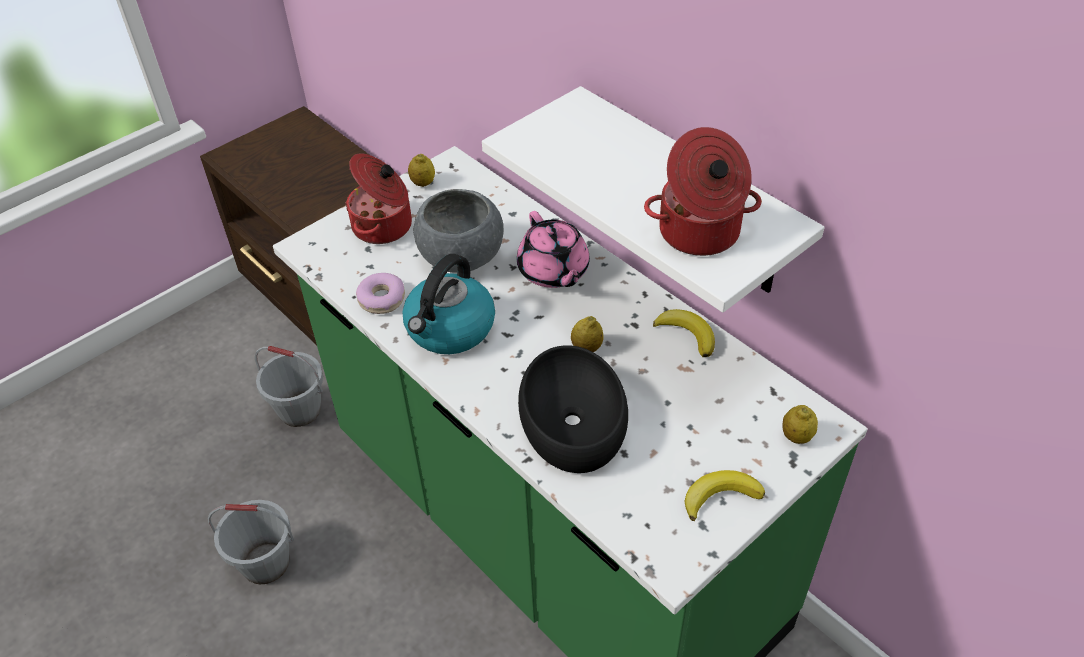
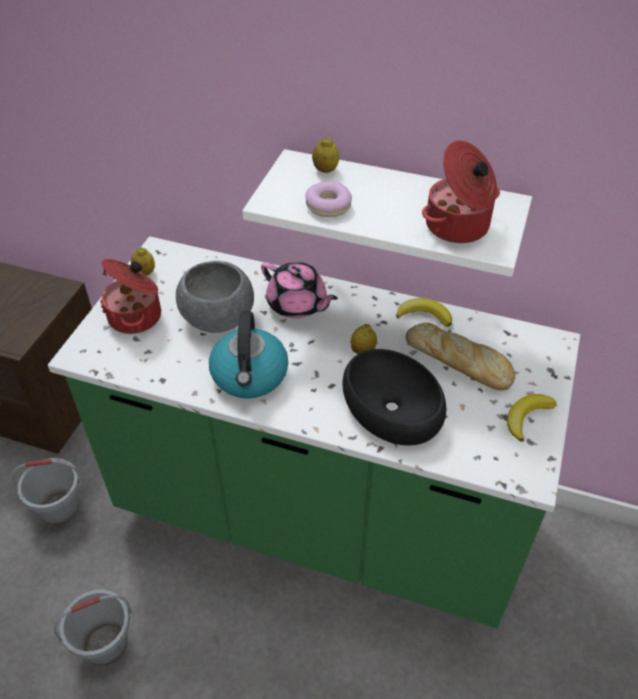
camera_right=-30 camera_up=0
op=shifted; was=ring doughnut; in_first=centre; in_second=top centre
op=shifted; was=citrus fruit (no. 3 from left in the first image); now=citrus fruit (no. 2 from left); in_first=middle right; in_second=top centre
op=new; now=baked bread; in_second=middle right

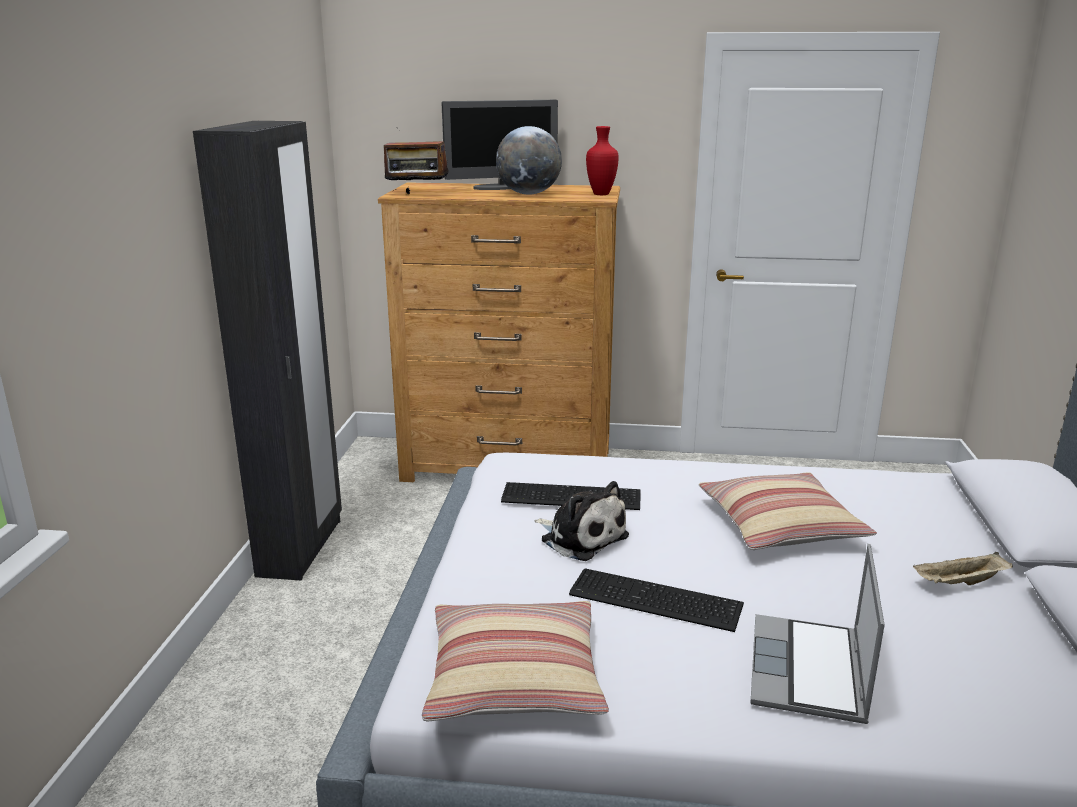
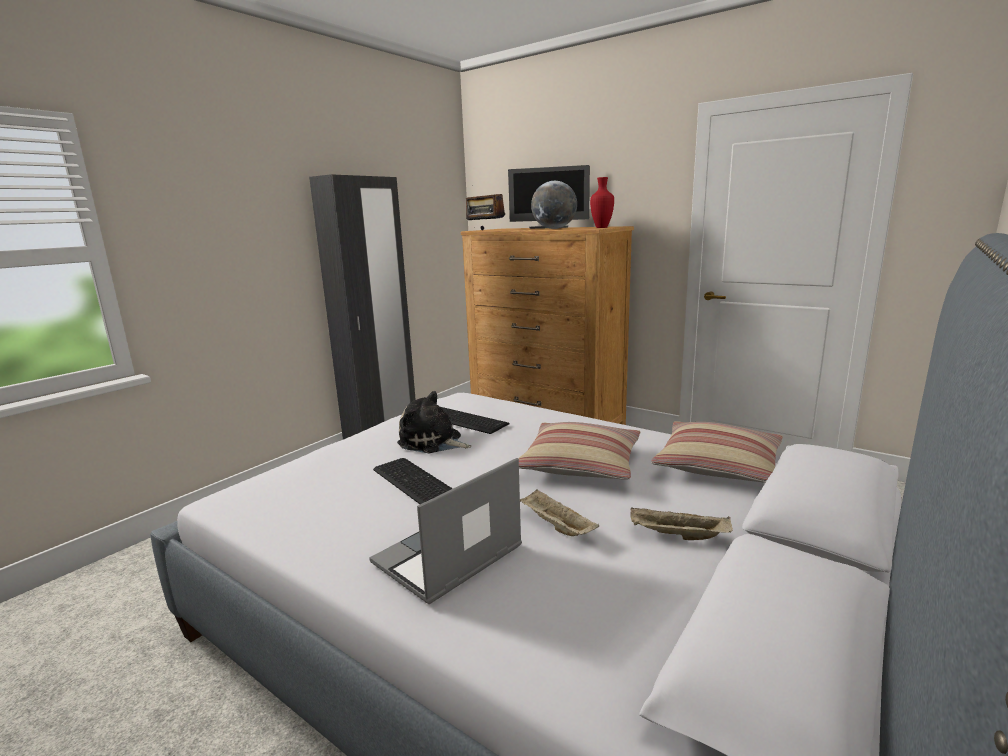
camera_right=30 camera_up=-5
op=shifted; was=cushion (no. 1 from left in the first image); now=cushion (no. 2 from left); in_first=bottom centre; in_second=middle right
op=rotated; was=soft toy; in_first=centre; in_second=centre; clockwise=135
op=new; now=carrying tray (beige) (no. 1 from left); in_second=bottom centre

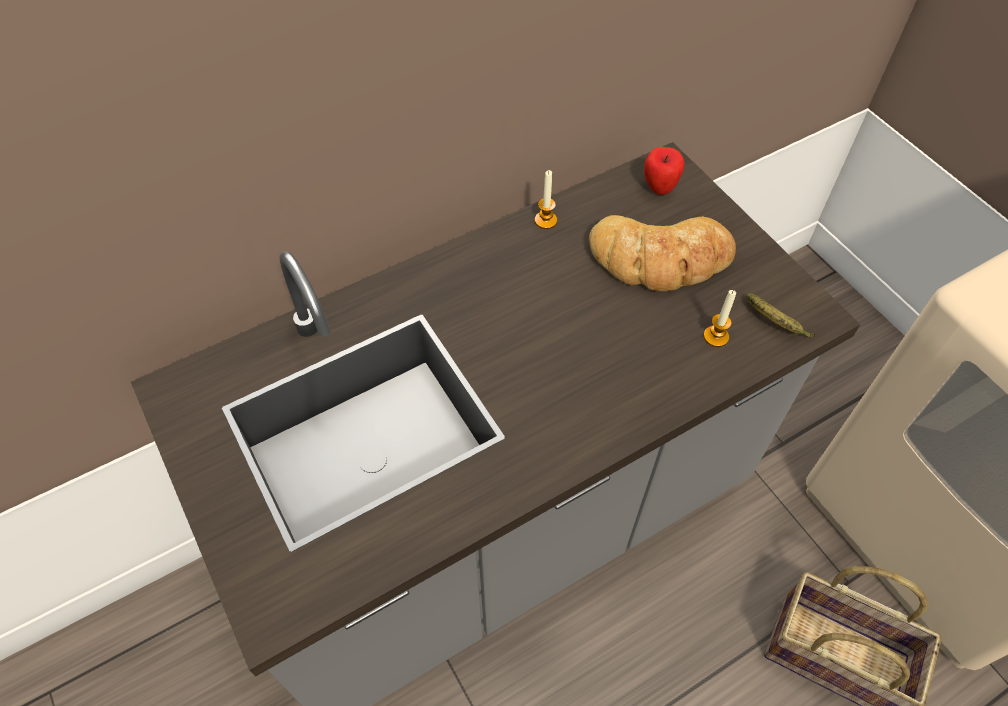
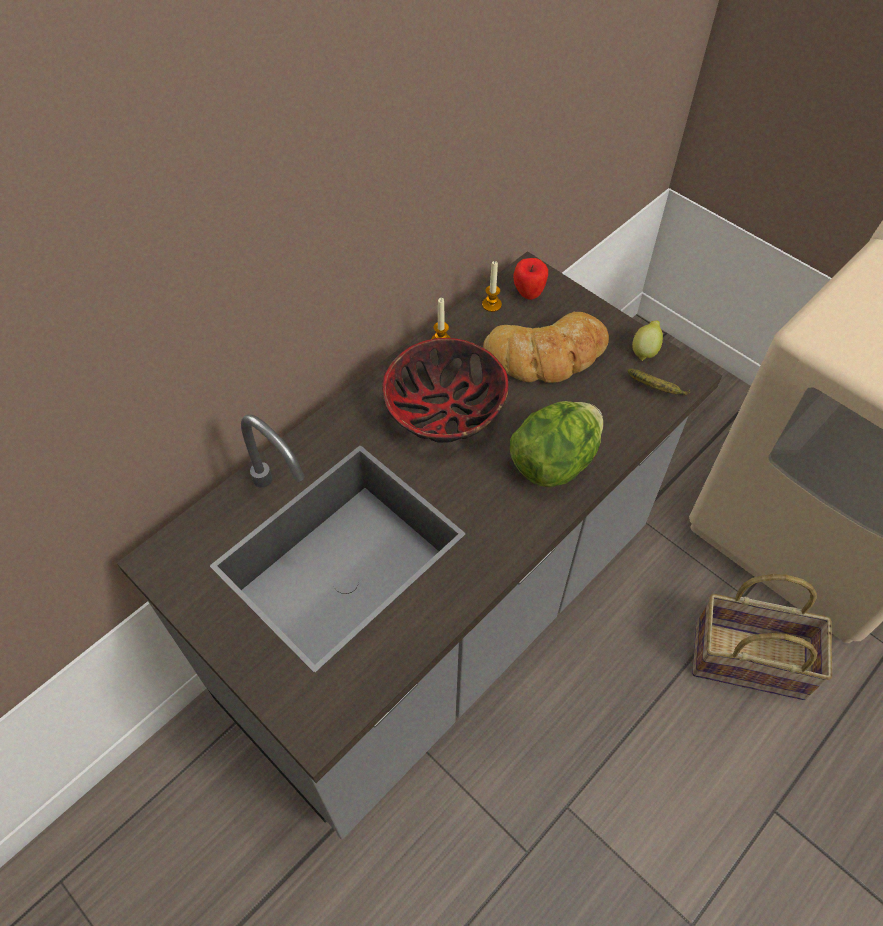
camera_right=-15 camera_up=0
op=shifted; was=candle (no. 2 from left); in_first=middle right; in_second=top centre
op=new; now=bowl; in_second=centre
op=new; now=lettuce head; in_second=centre
op=new; now=citrus fruit; in_second=middle right

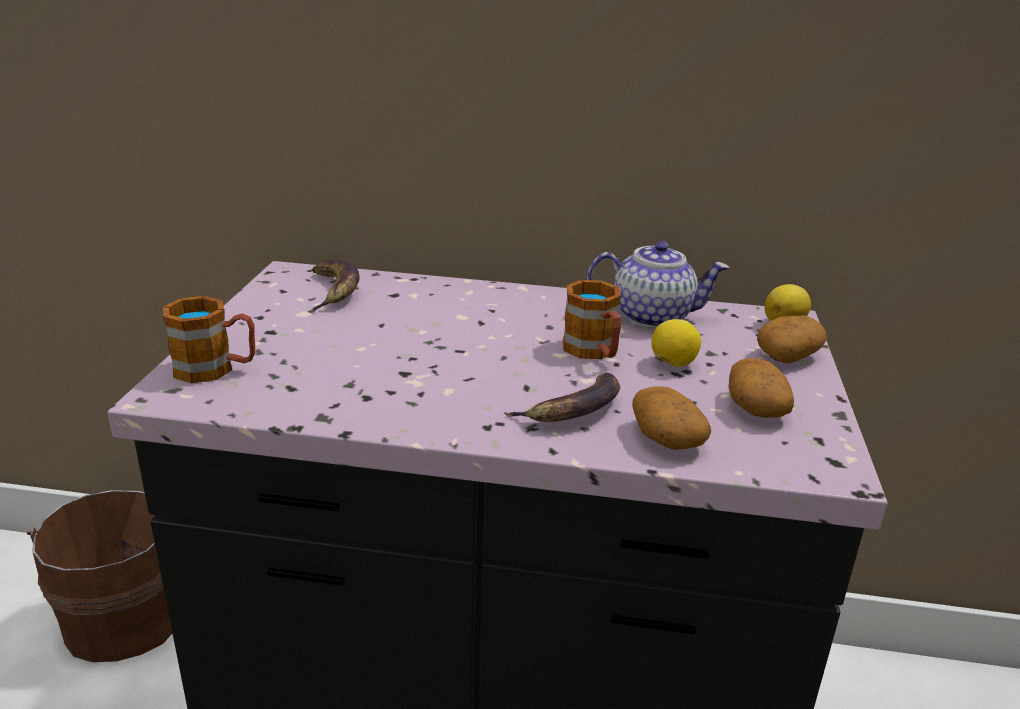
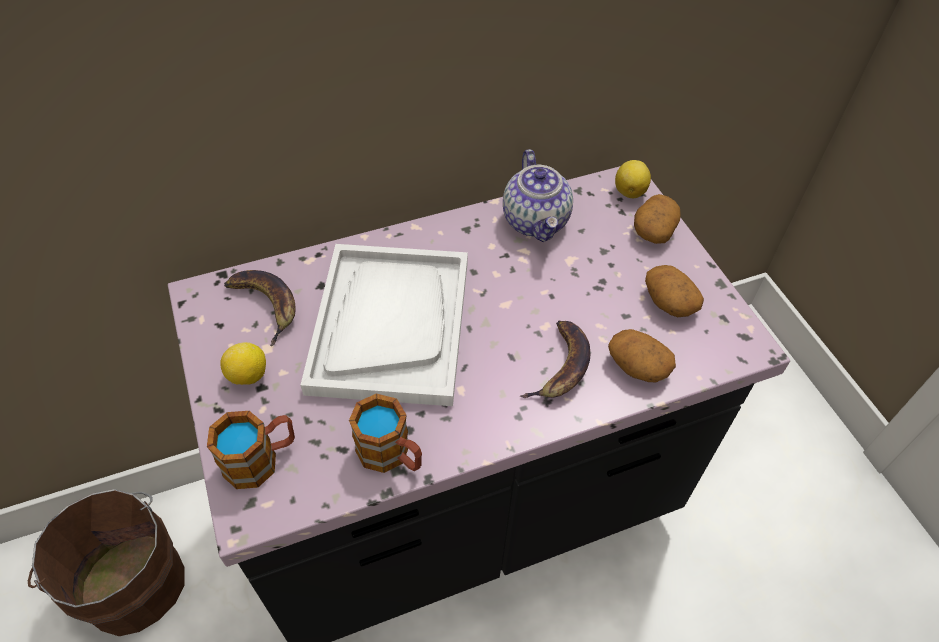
camera_right=-30 camera_up=25
op=shifted; was=tea mug (no. 2 from left); in_first=centre; in_second=bottom centre
op=rotated; was=teapot; in_first=centre; in_second=top centre; clockwise=105
op=shifted; was=citrus fruit (no. 1 from left); in_first=centre; in_second=middle left
op=new; now=carrying tray (white-coloured); in_second=centre

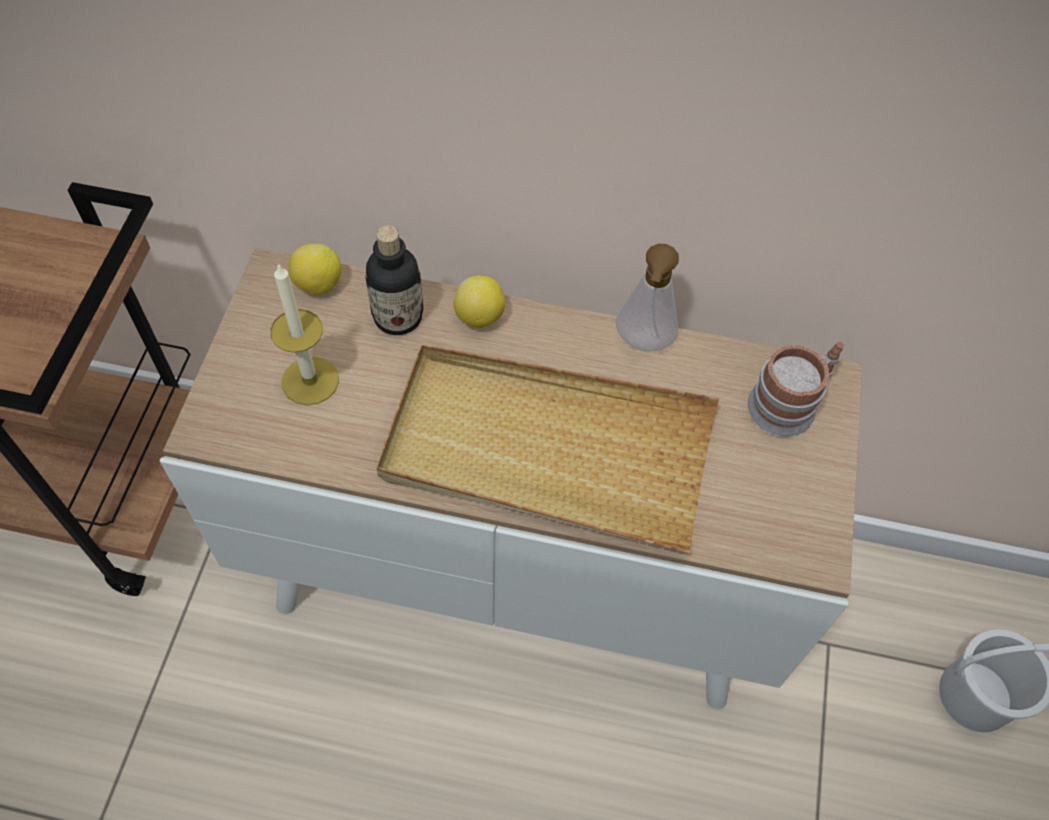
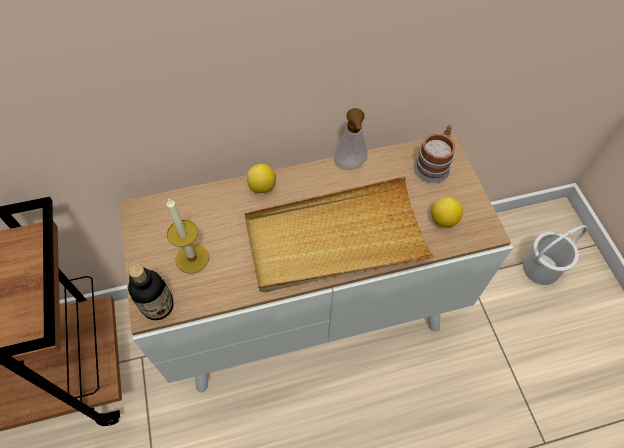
camera_right=-25 camera_up=0
op=shifted; was=citrus fruit (no. 1 from left in the first image); now=citrus fruit (no. 2 from left); in_first=top left; in_second=middle right
op=shifted; was=bottle; in_first=centre; in_second=middle left

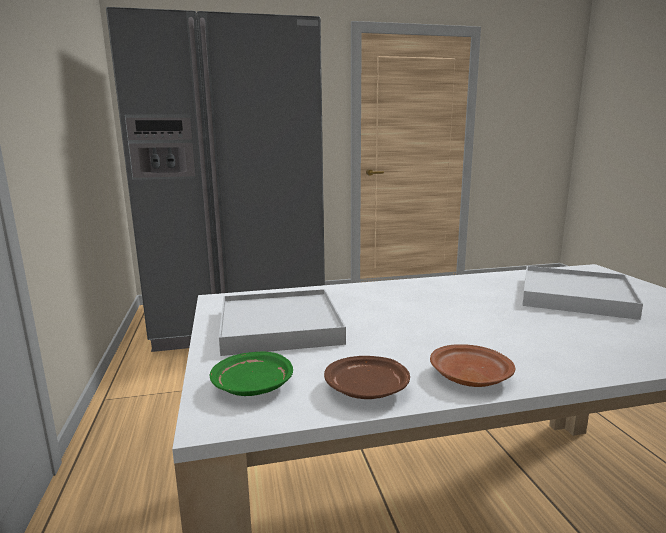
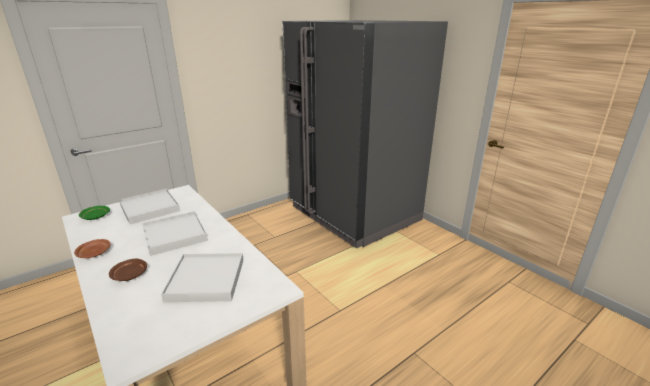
camera_right=65 camera_up=10
op=shifted; was=flat dish (brownish) (no. 1 from left in the first image); now=flat dish (brownish) (no. 2 from left); in_first=bottom centre; in_second=bottom left
op=new; now=carrying tray (white-coloured) (no. 2 from left); in_second=middle left

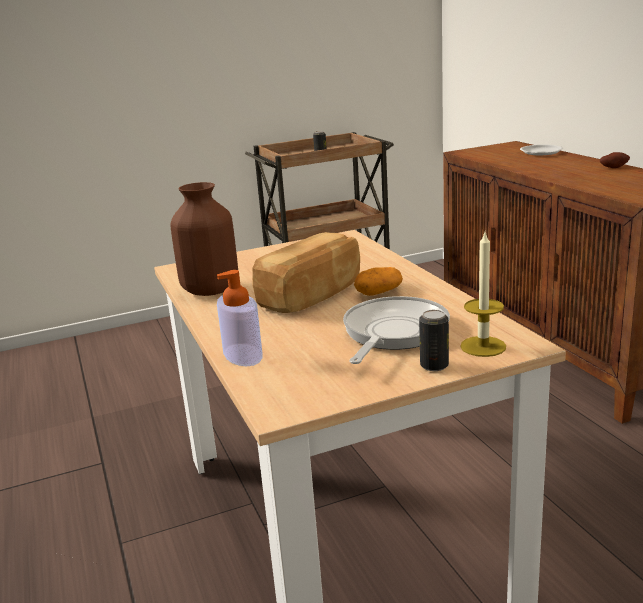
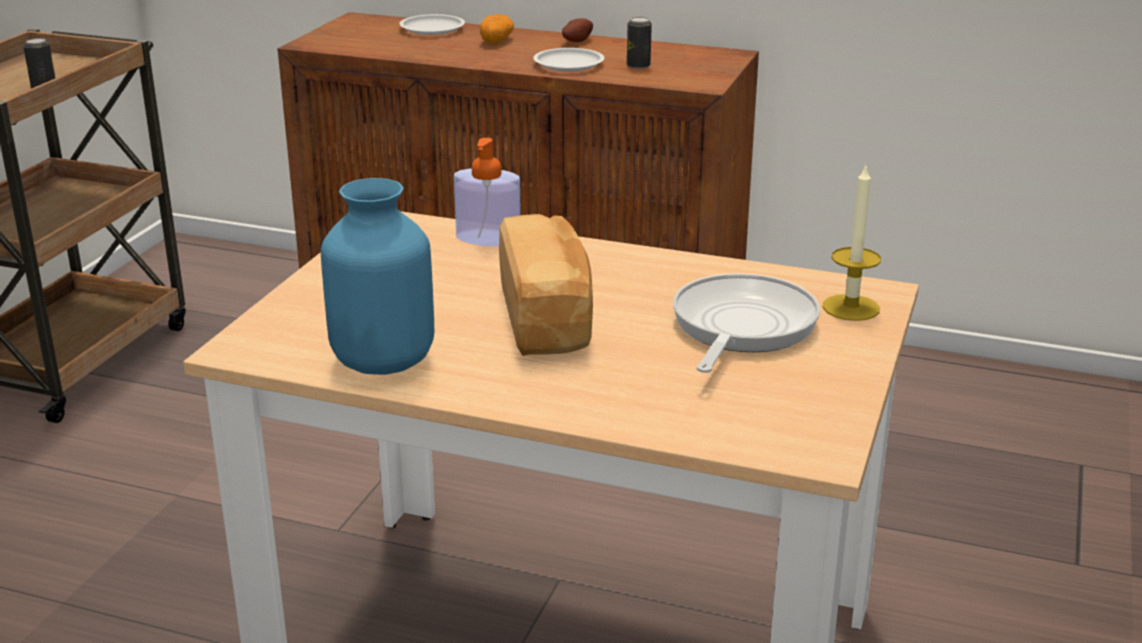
camera_right=-50 camera_up=5
op=repainted; was=vase (brownish); now=vase (blue-coloured); in_first=middle left; in_second=middle left
op=shifted; was=soap dispenser; in_first=centre; in_second=top centre
op=rotated; was=skillet; in_first=centre; in_second=centre; clockwise=45
op=shifted; was=potato (no. 1 from left); in_first=centre; in_second=top centre
op=shifted; was=can (no. 2 from left); in_first=middle right; in_second=top centre
op=new; now=flat dish (white-coloured) (no. 2 from left); in_second=top centre

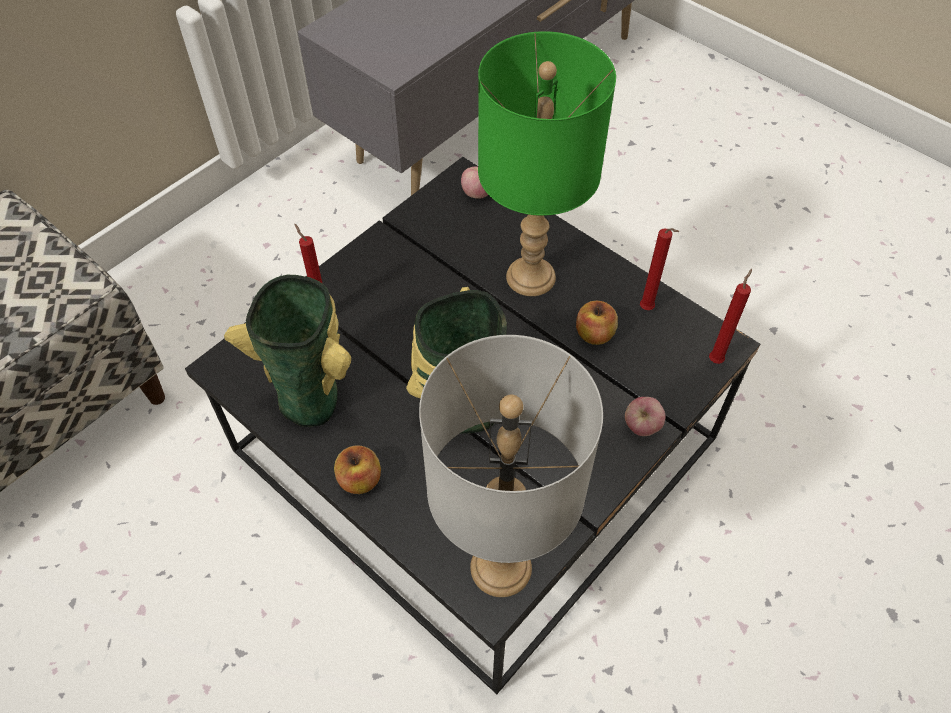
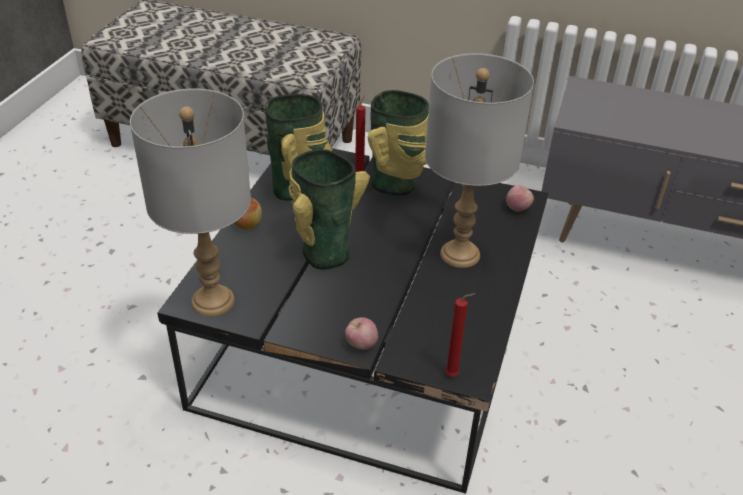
camera_right=65 camera_up=-15
op=repainted; was=tabletop lamp (greenish); now=tabletop lamp (gray) (no. 2 from left); in_first=top centre; in_second=top centre
op=gone; was=apple (no. 3 from left); in_first=centre
op=gone; was=candle (red) (no. 2 from left); in_first=middle right
op=new; now=vase (no. 3 from left); in_second=top centre

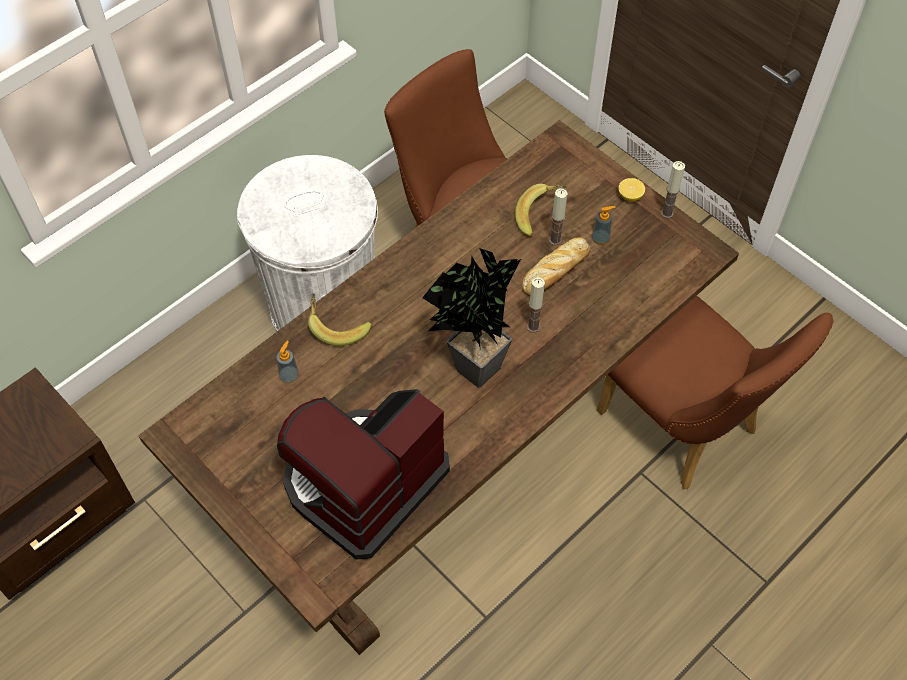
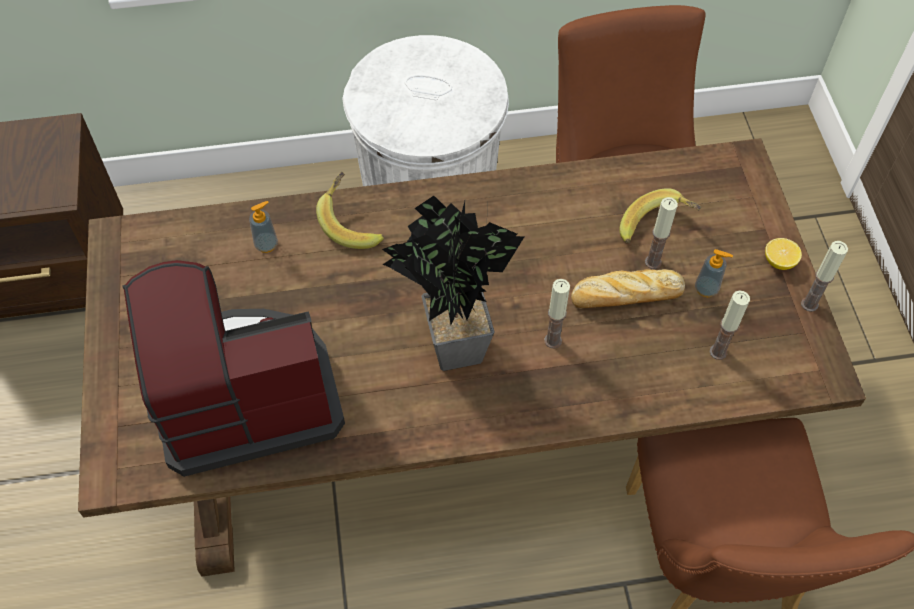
camera_right=35 camera_up=0
op=new; now=candle (no. 3 from left); in_second=middle right

